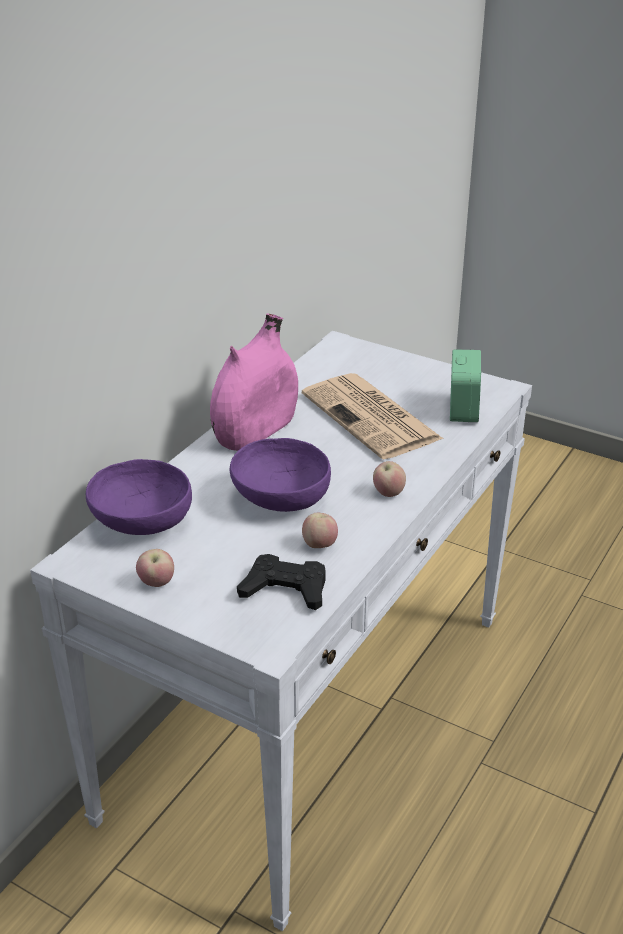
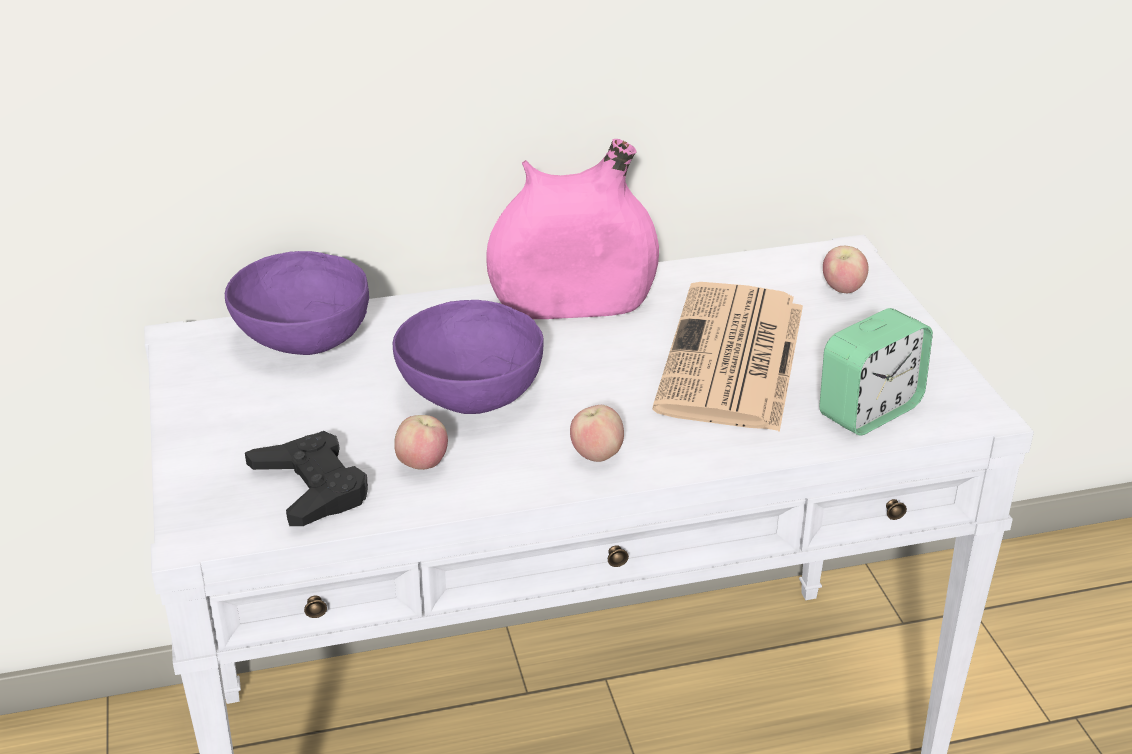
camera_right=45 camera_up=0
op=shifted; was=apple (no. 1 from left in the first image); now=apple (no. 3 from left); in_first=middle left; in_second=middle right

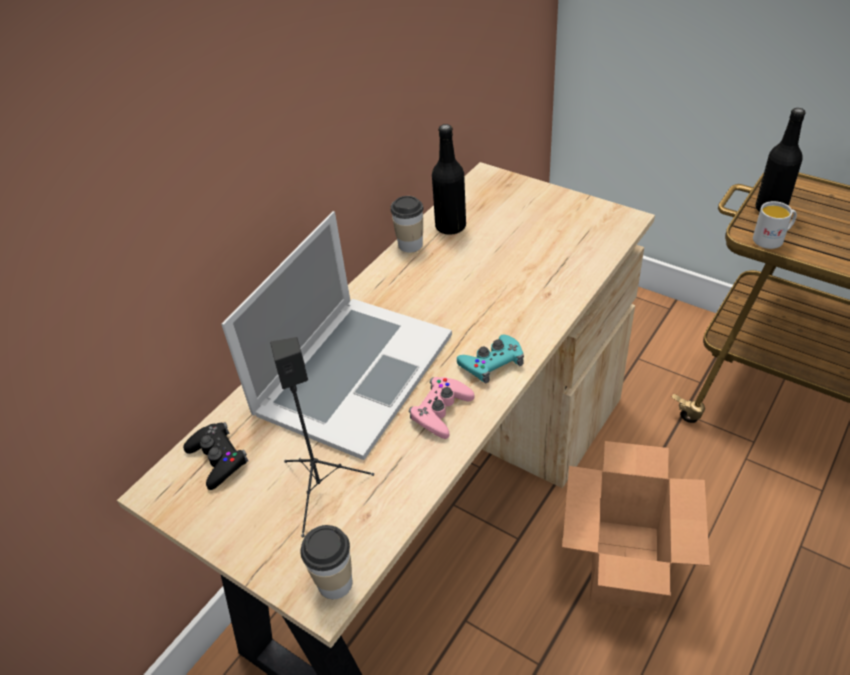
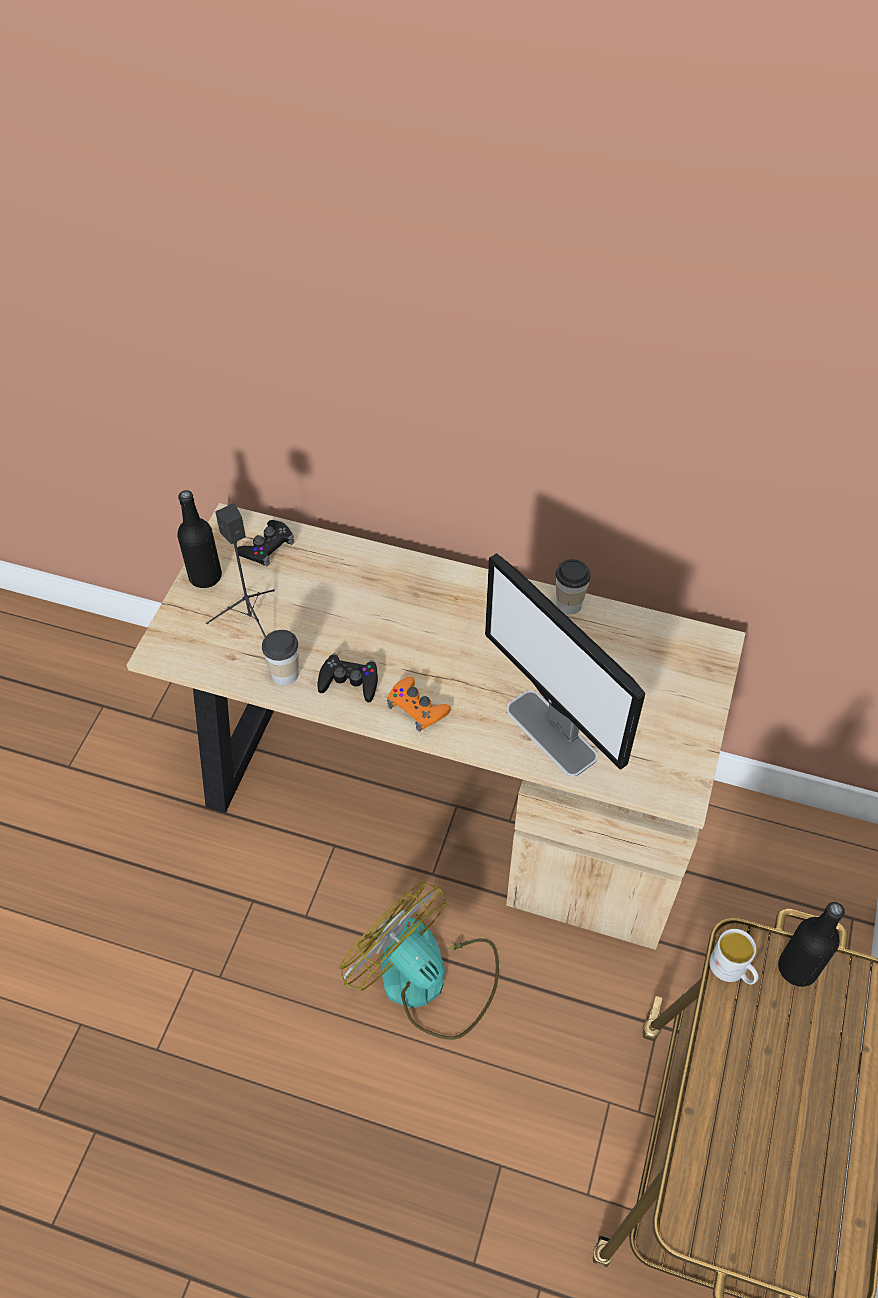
camera_right=70 camera_up=10
op=gone; was=portable computer; in_first=centre
op=shifted; was=cup (no. 1 from left); in_first=bottom centre; in_second=middle left
op=repainted; was=joypad (pink-coloured); now=joypad (black) (no. 2 from left); in_first=centre; in_second=centre
op=shifted; was=bottle (black) (no. 1 from left); in_first=top centre; in_second=middle left
op=repainted; was=joypad (turquoise); now=joypad (orangey); in_first=centre; in_second=centre
op=swapped; was=packing box; now=fan; in_first=bottom right; in_second=bottom centre
op=new; now=monitor; in_second=centre

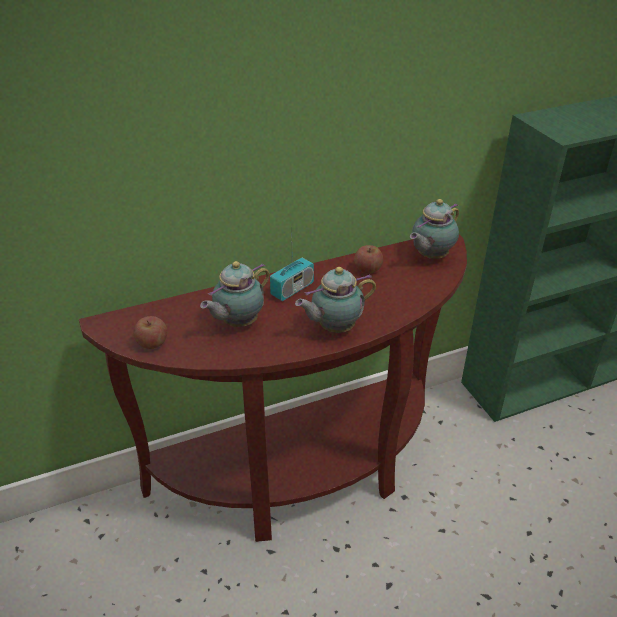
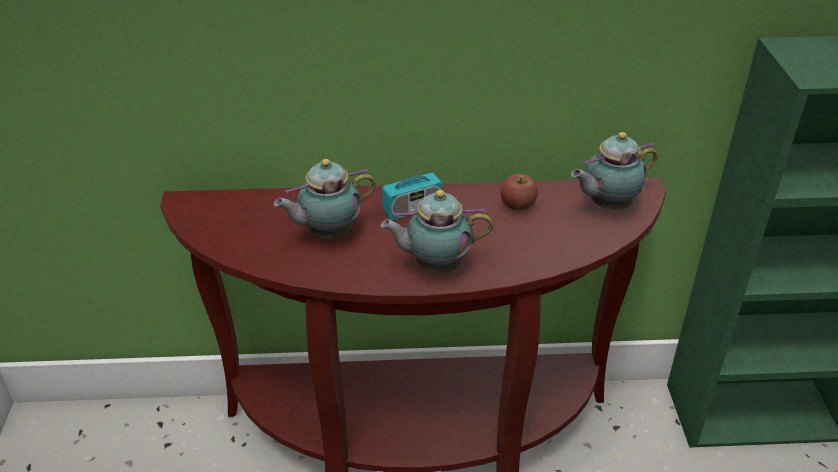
camera_right=20 camera_up=0
op=gone; was=apple (no. 1 from left); in_first=middle left

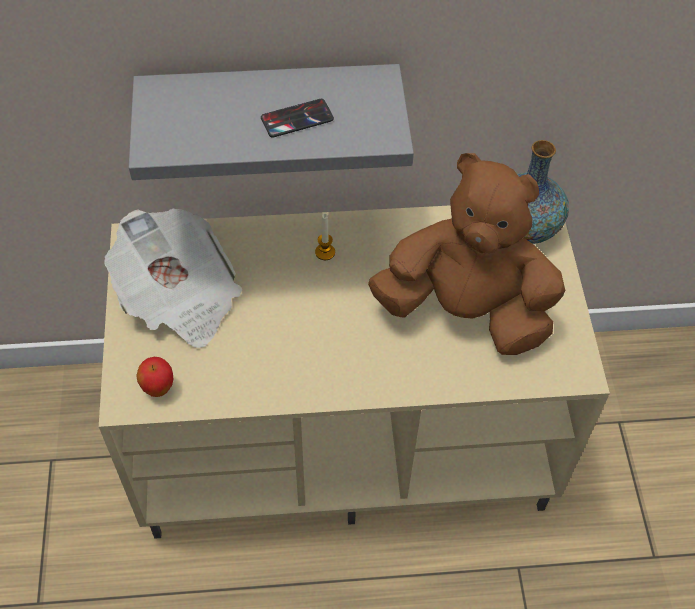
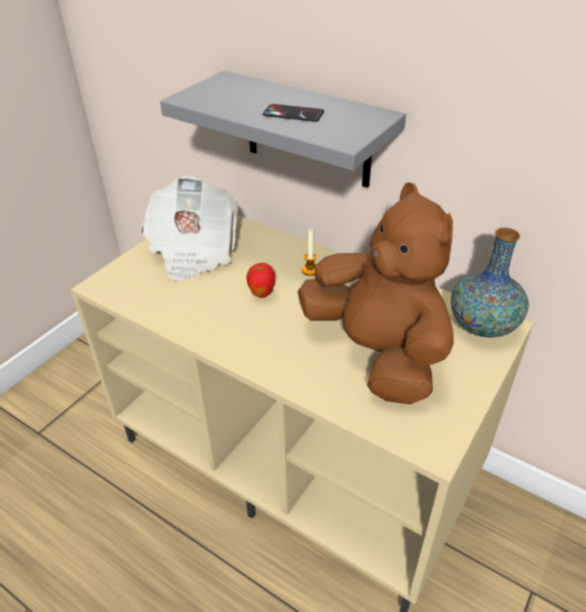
camera_right=40 camera_up=-15
op=shifted; was=apple; in_first=middle left; in_second=centre

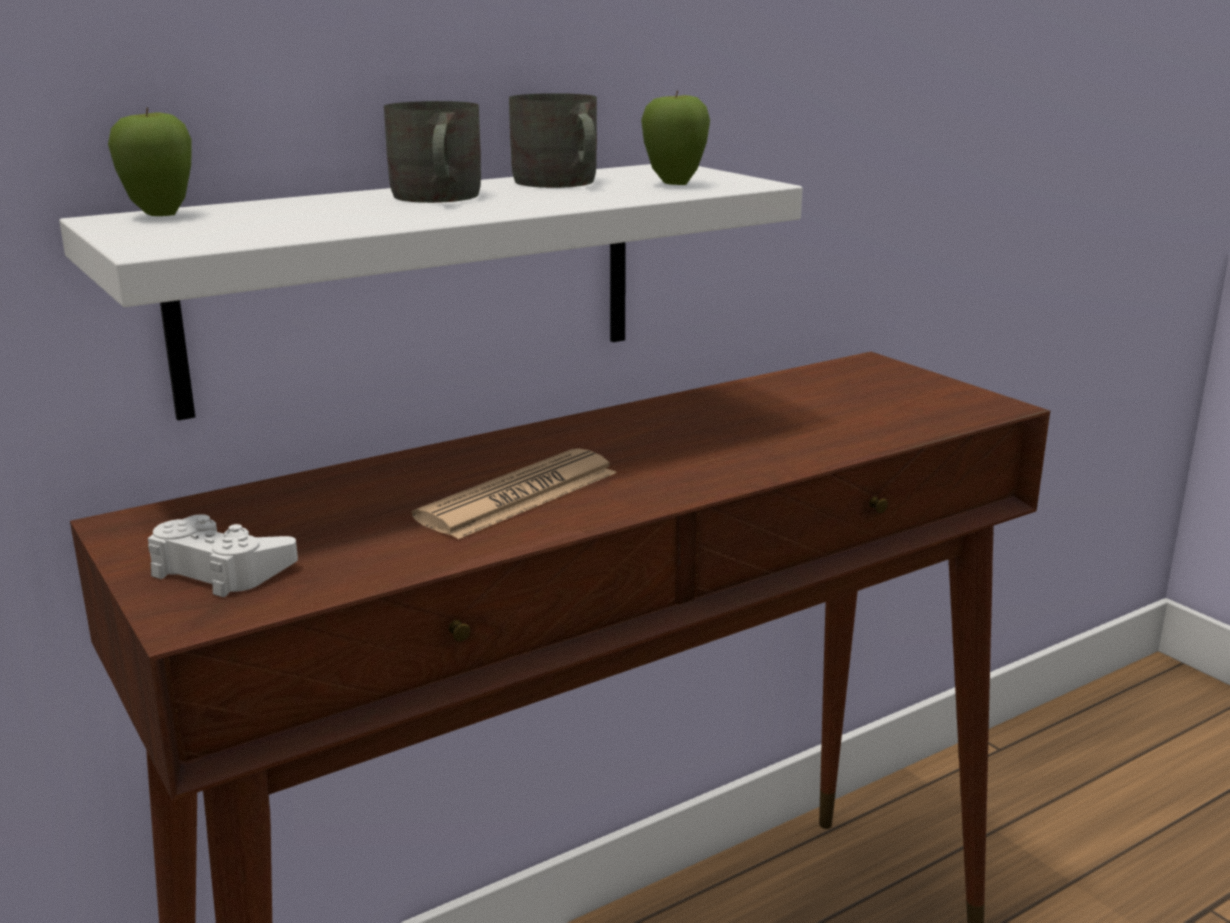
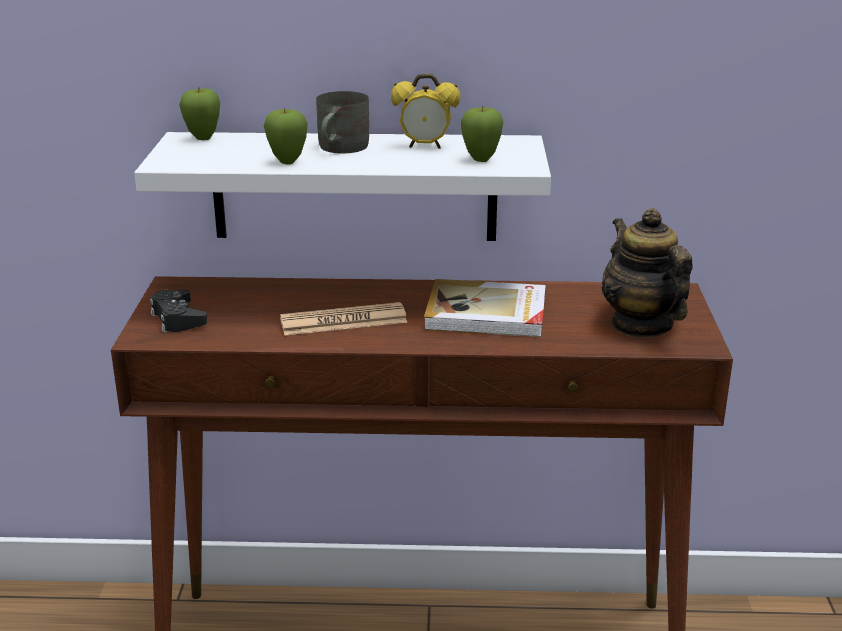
camera_right=35 camera_up=5
op=repainted; was=joypad (white-coloured); now=joypad (black); in_first=middle left; in_second=middle left
op=swapped; was=tea mug (gray) (no. 2 from left); now=table clock; in_first=top centre; in_second=top centre
op=new; now=apple (no. 2 from left); in_second=top centre
op=new; now=book; in_second=centre
op=new; now=teapot; in_second=middle right

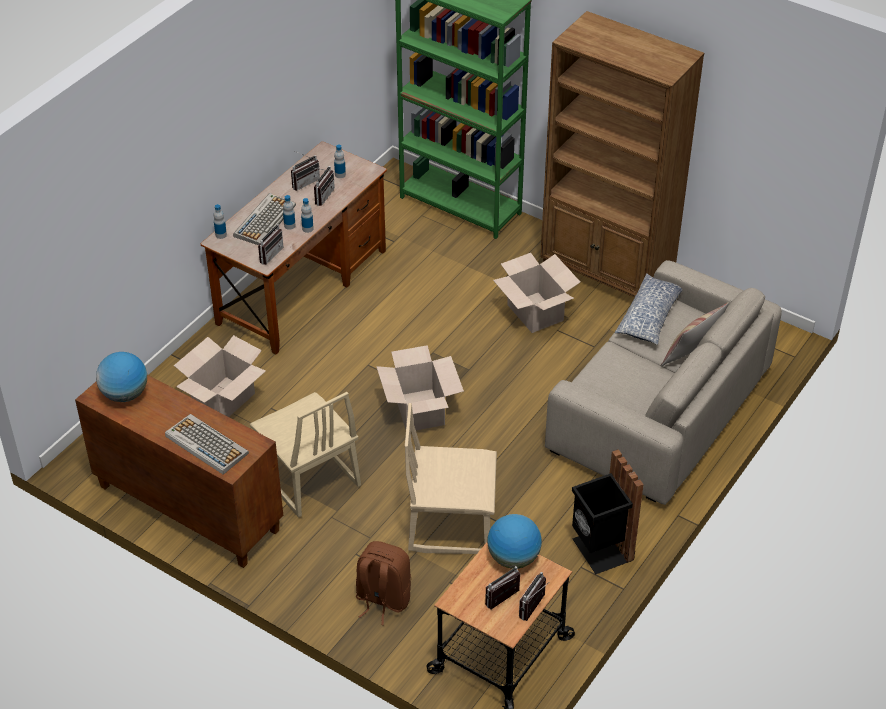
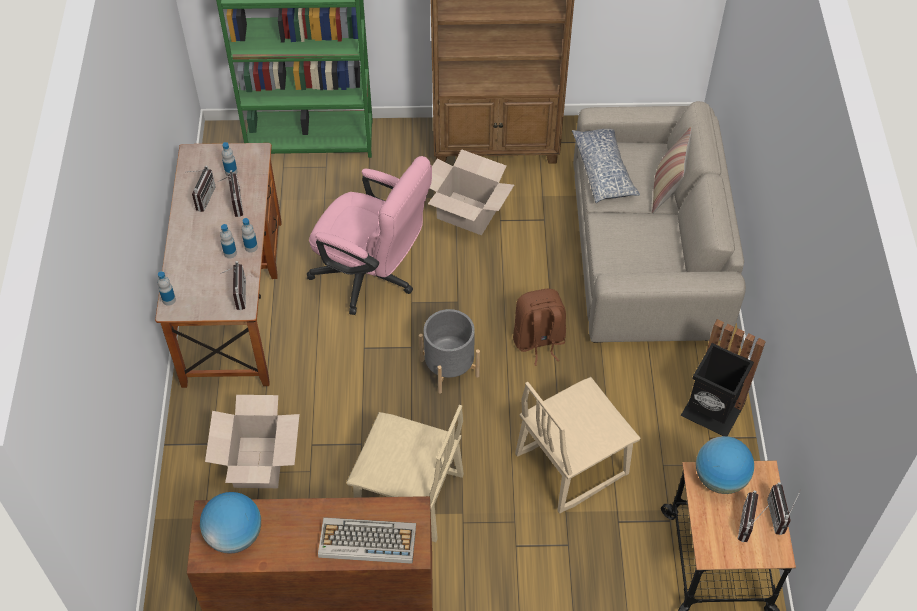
camera_right=-35 camera_up=10
op=gone; was=keyboard (no. 2 from left); in_first=top left
op=shifted; was=rucksack (brownish); in_first=bottom centre; in_second=centre
op=swapped; was=packing box (no. 2 from left); now=flower pot (gray); in_first=centre; in_second=centre
op=new; now=computer chair (pink-coloured); in_second=centre

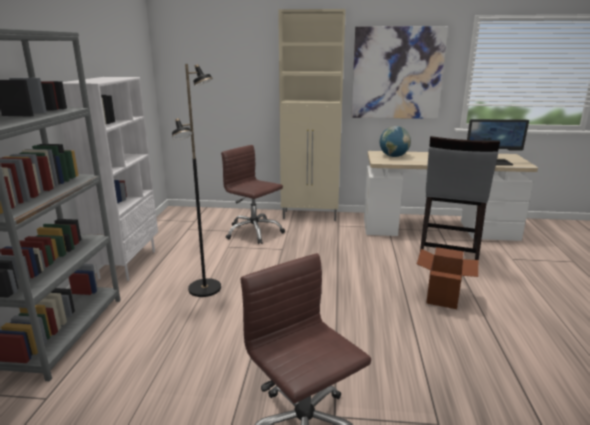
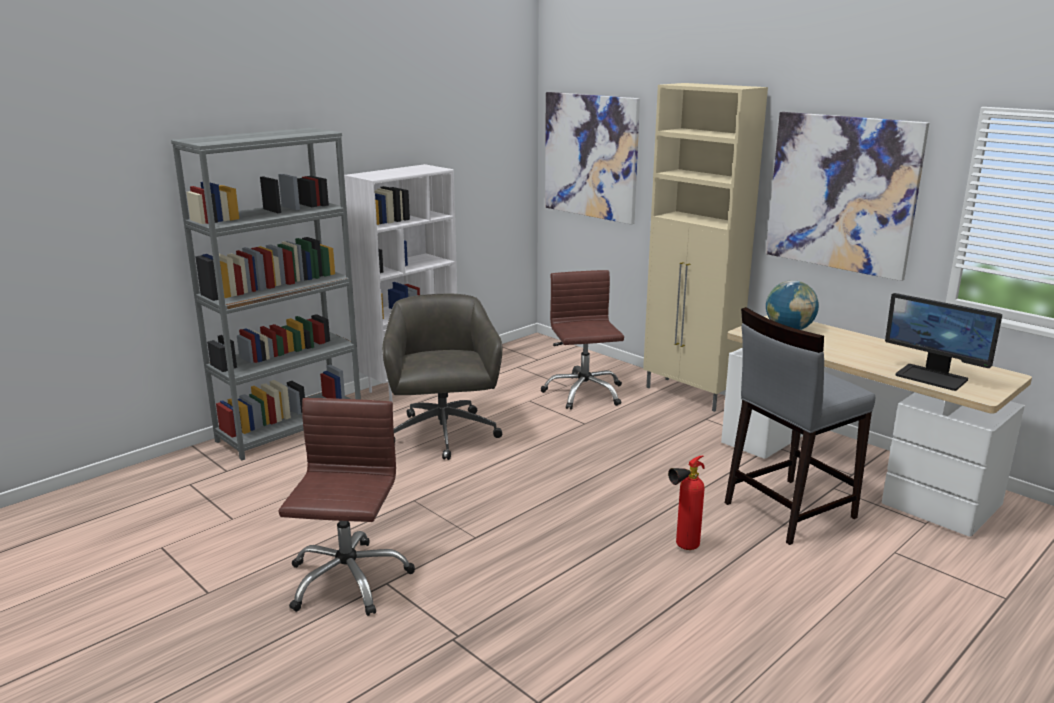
camera_right=40 camera_up=0
op=swapped; was=floor lamp (black); now=computer chair (gray); in_first=middle left; in_second=centre
op=swapped; was=packing box; now=extinguisher; in_first=middle right; in_second=bottom centre
op=new; now=picture (no. 1 from left); in_second=top centre

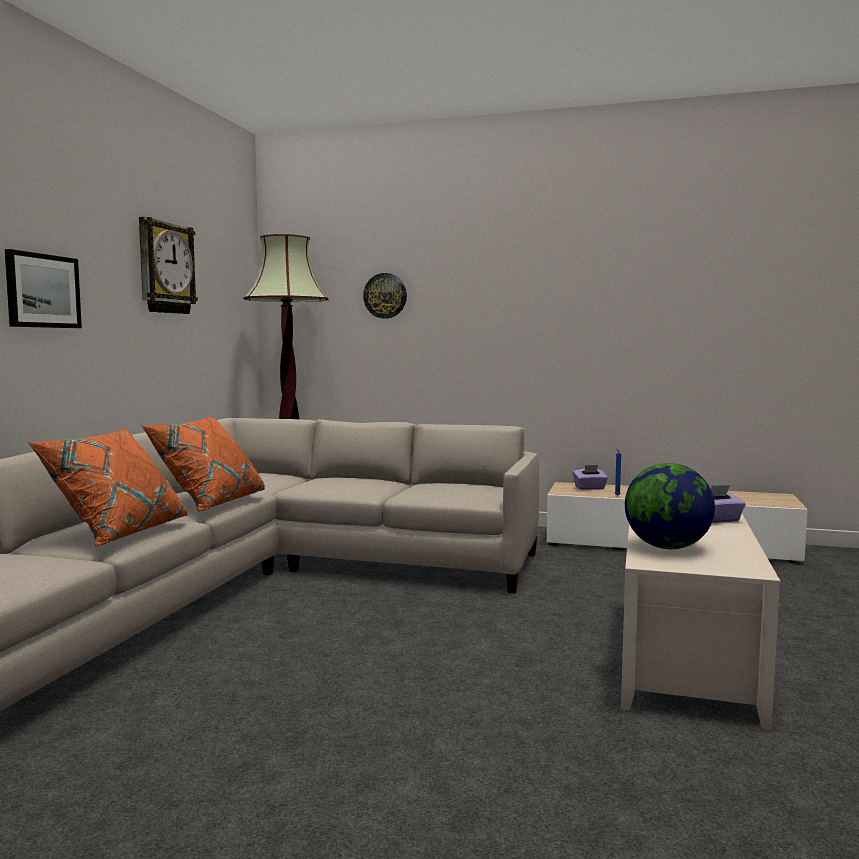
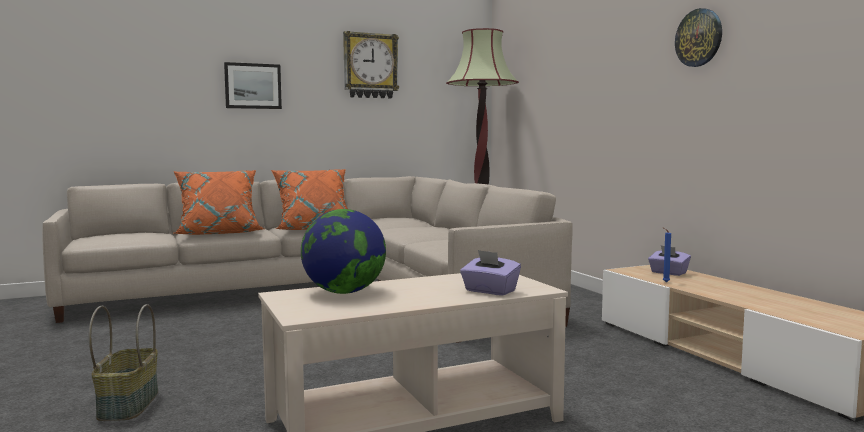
camera_right=50 camera_up=0
op=shifted; was=wall clock (no. 2 from left); in_first=centre; in_second=top right
op=new; now=basket; in_second=bottom left

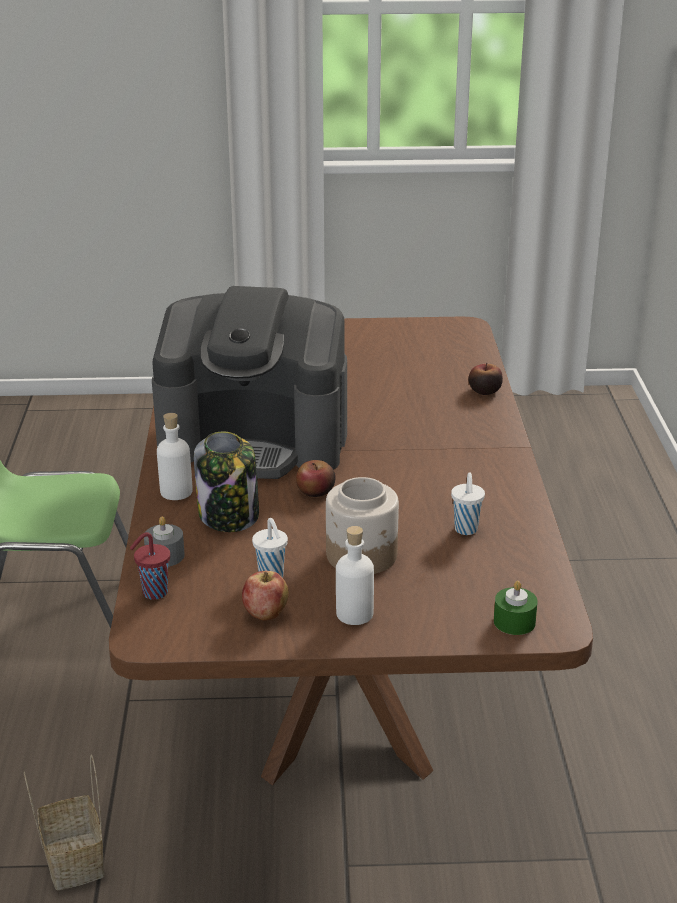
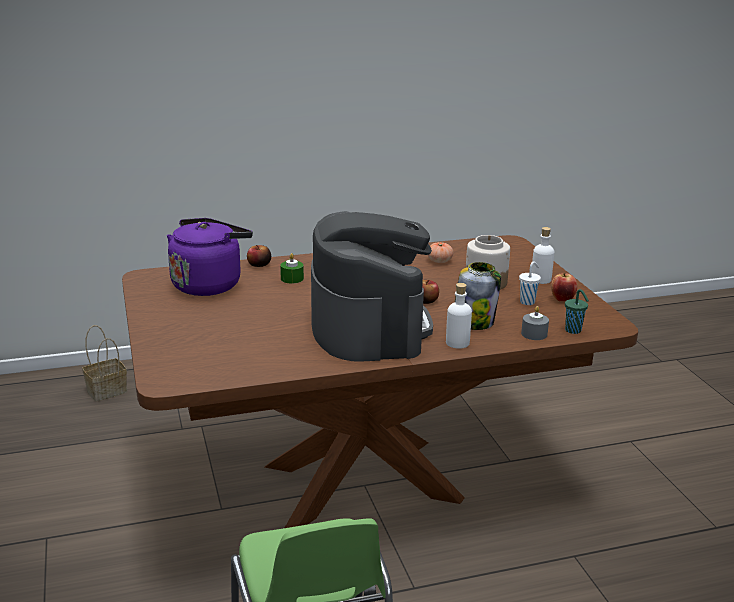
camera_right=-105 camera_up=-5
op=shifted; was=basket; in_first=bottom left; in_second=middle left
op=repainted; was=cup (red); now=cup (greenish); in_first=middle left; in_second=middle right
op=swapped; was=cup (white-coloured) (no. 2 from left); now=tomato; in_first=middle right; in_second=centre
op=shifted; was=candle (greenish); in_first=bottom right; in_second=centre
op=new; now=water kettle (purplish); in_second=middle left

